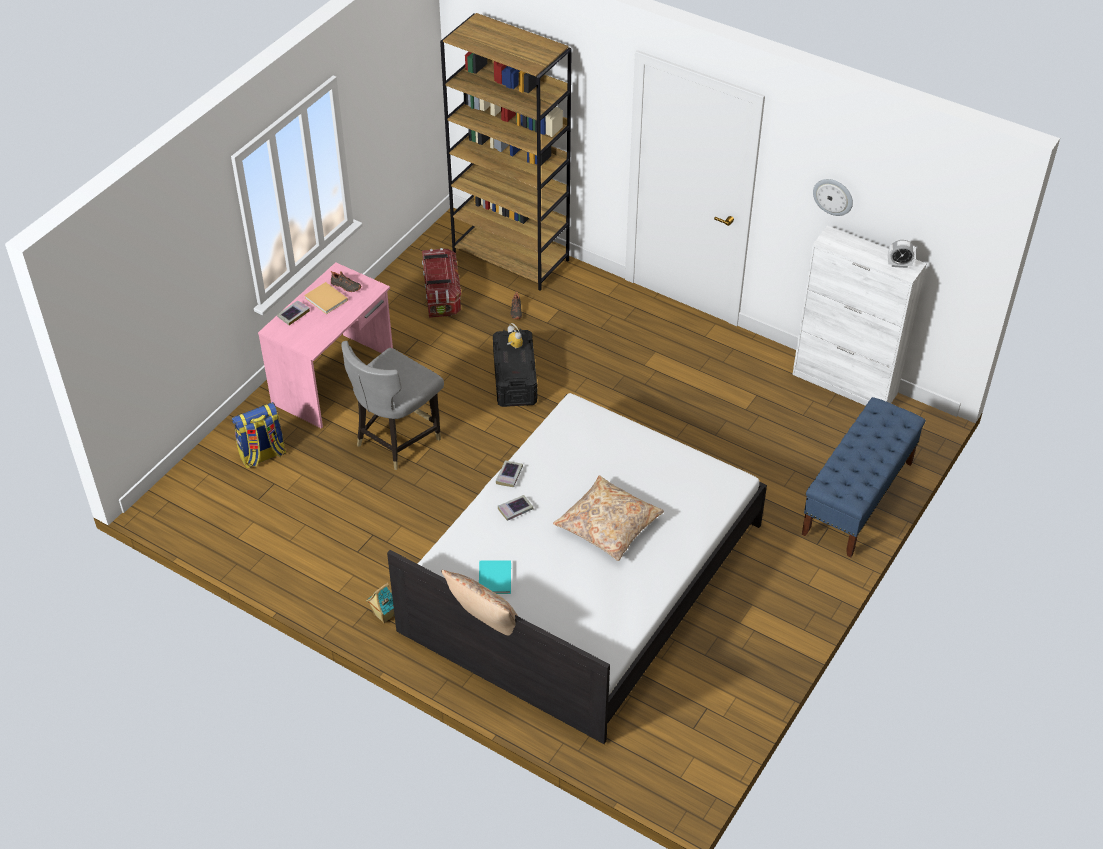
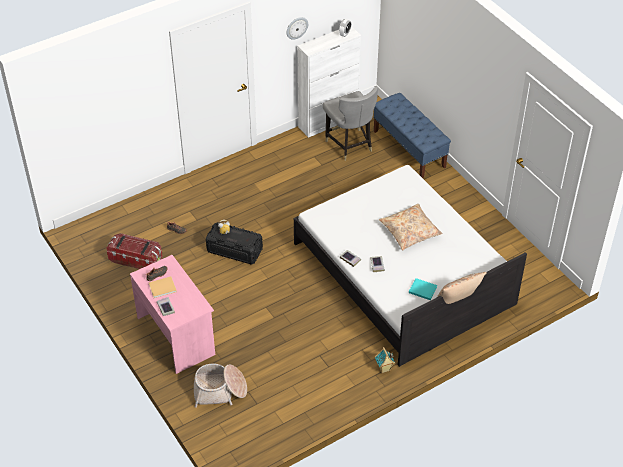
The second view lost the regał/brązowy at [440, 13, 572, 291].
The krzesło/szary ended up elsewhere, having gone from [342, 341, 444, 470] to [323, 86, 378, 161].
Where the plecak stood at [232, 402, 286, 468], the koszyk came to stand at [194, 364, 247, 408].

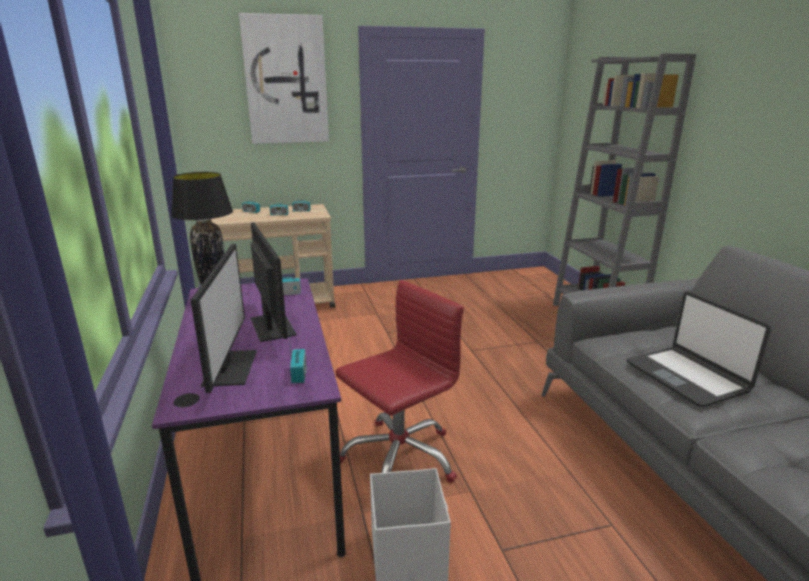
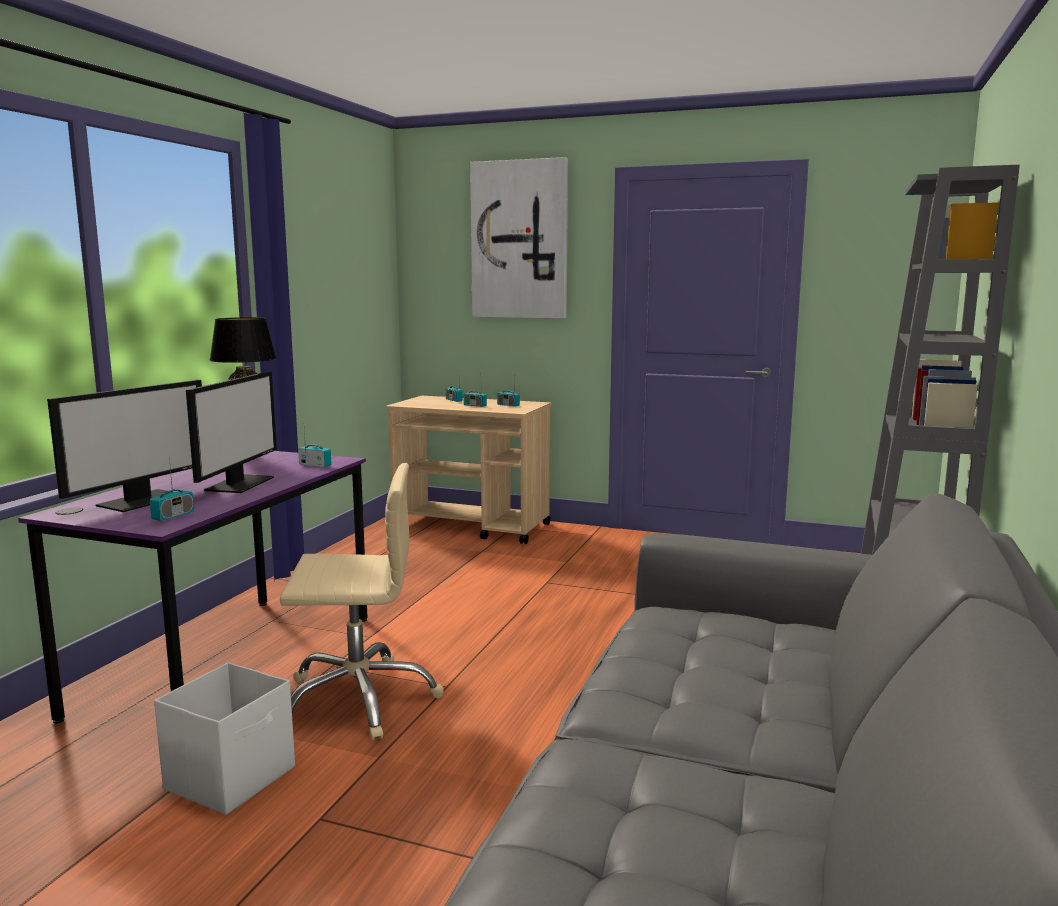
What was the krzesło biurowe/czerwony at [335, 280, 464, 483] turned into the krzesło biurowe/beżowy at [280, 463, 443, 741].
The second view lost the laptop at [627, 292, 771, 407].

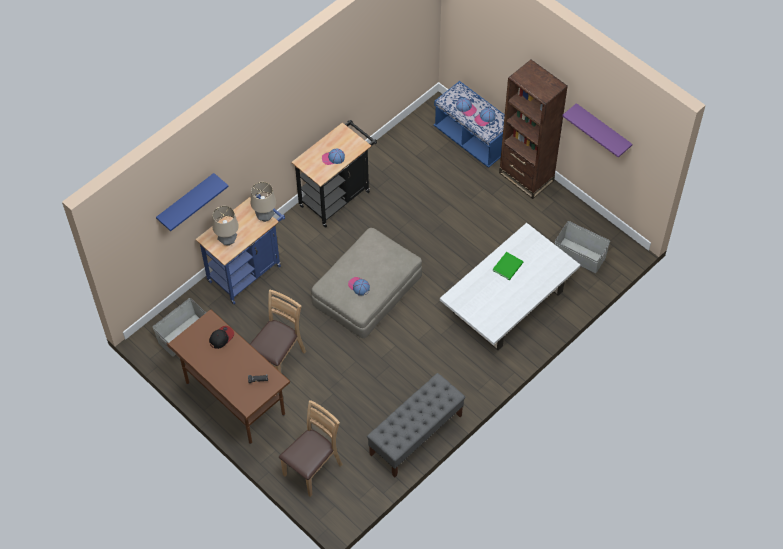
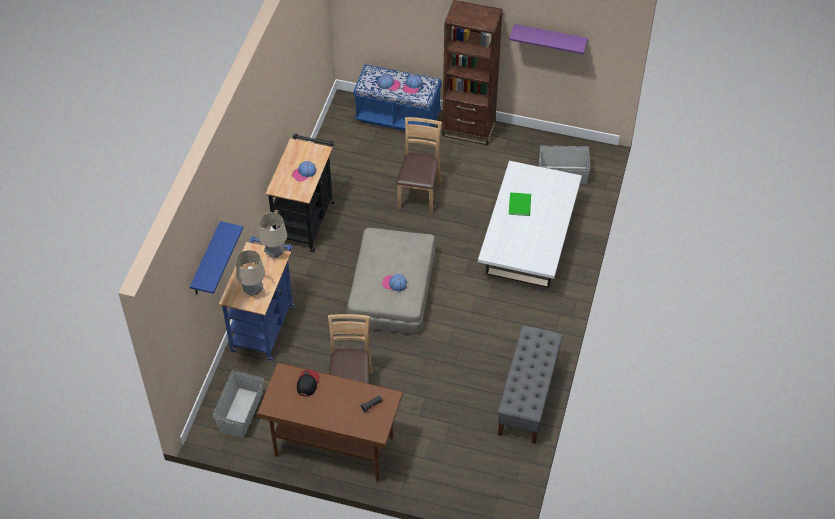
The krzesło/brązowy ended up elsewhere, having gone from [279, 400, 343, 497] to [396, 117, 442, 214].

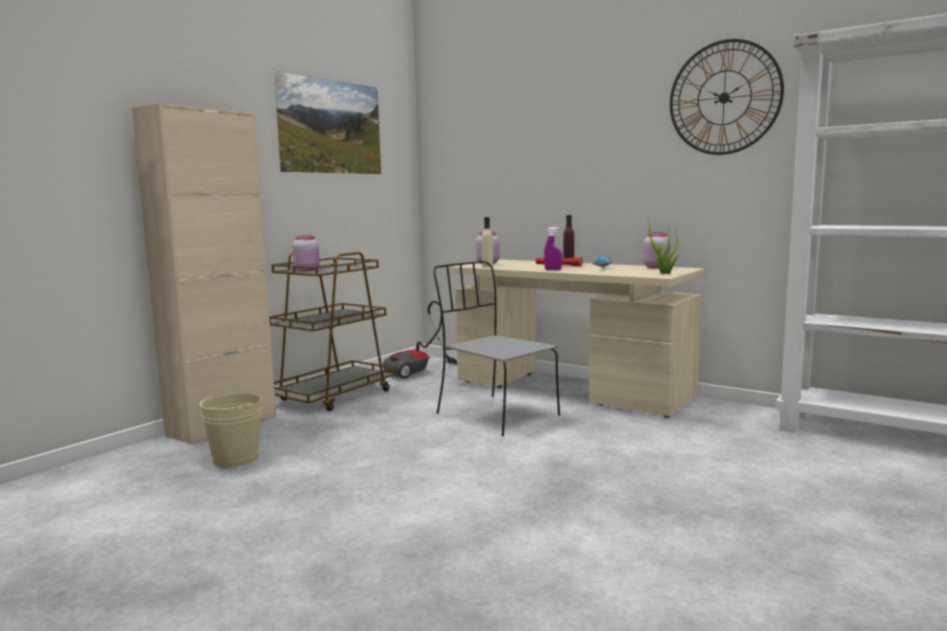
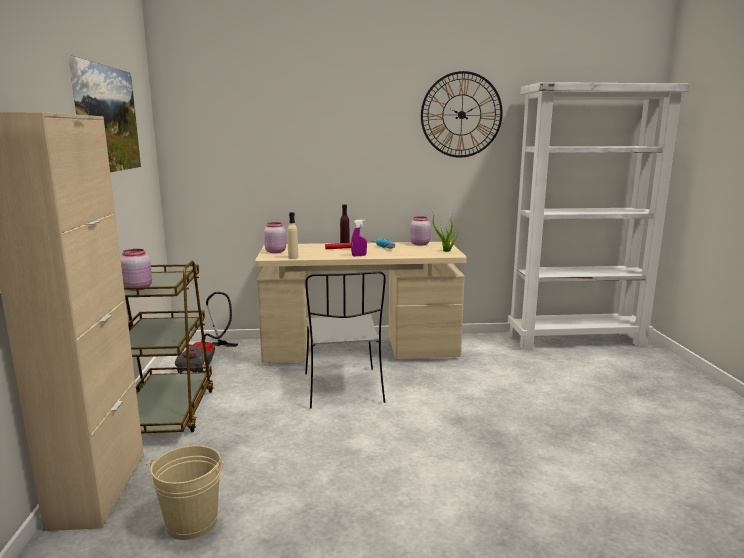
The krzesło/szary at [434, 261, 560, 436] ended up facing another way, 105 degrees counterclockwise from before.

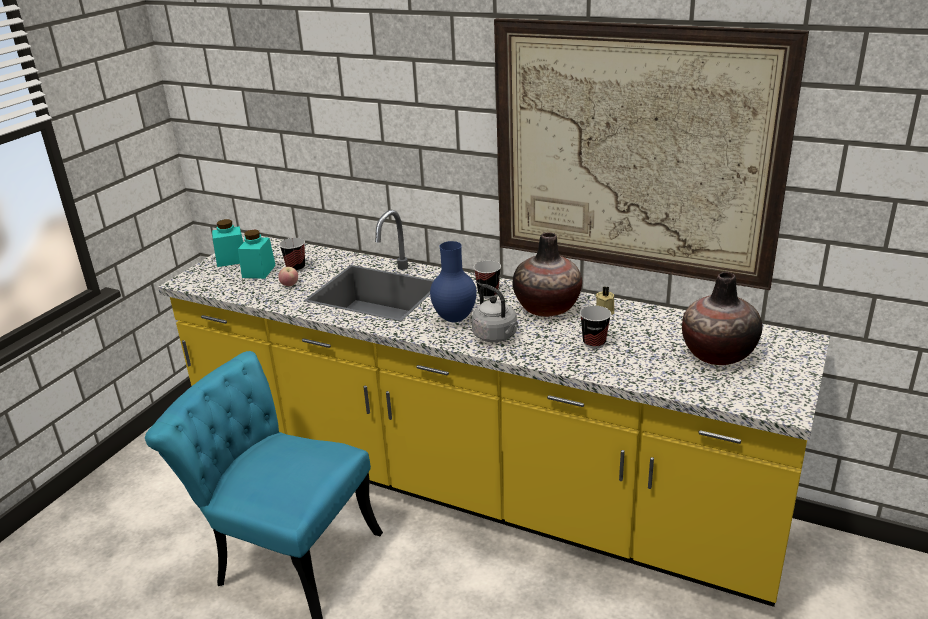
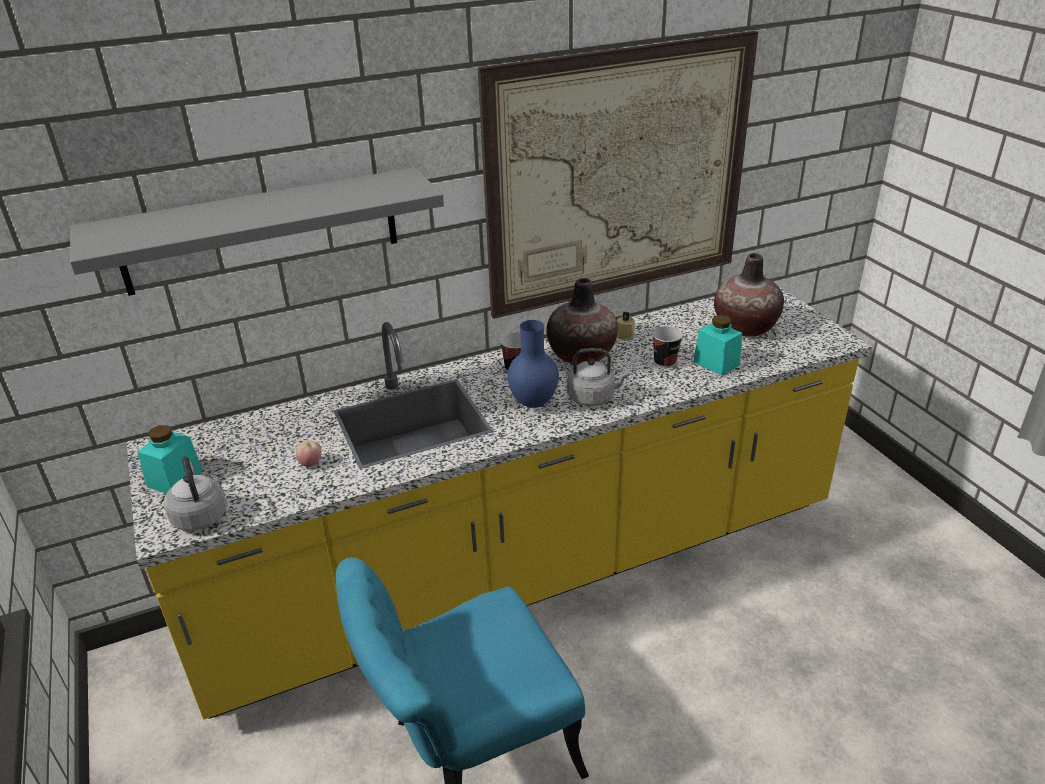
The słoik/turkusowy ended up elsewhere, having gone from [238, 230, 276, 279] to [694, 315, 742, 376].
The second view lost the filiżanka at [279, 238, 305, 272].
The second view gained the półka/szary at [70, 167, 444, 296].
The second view gained the czajnik/szary at [164, 456, 227, 531].

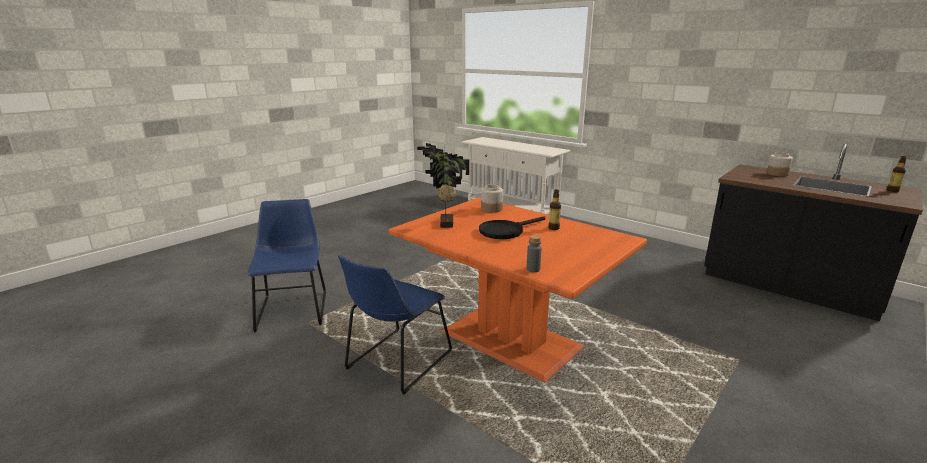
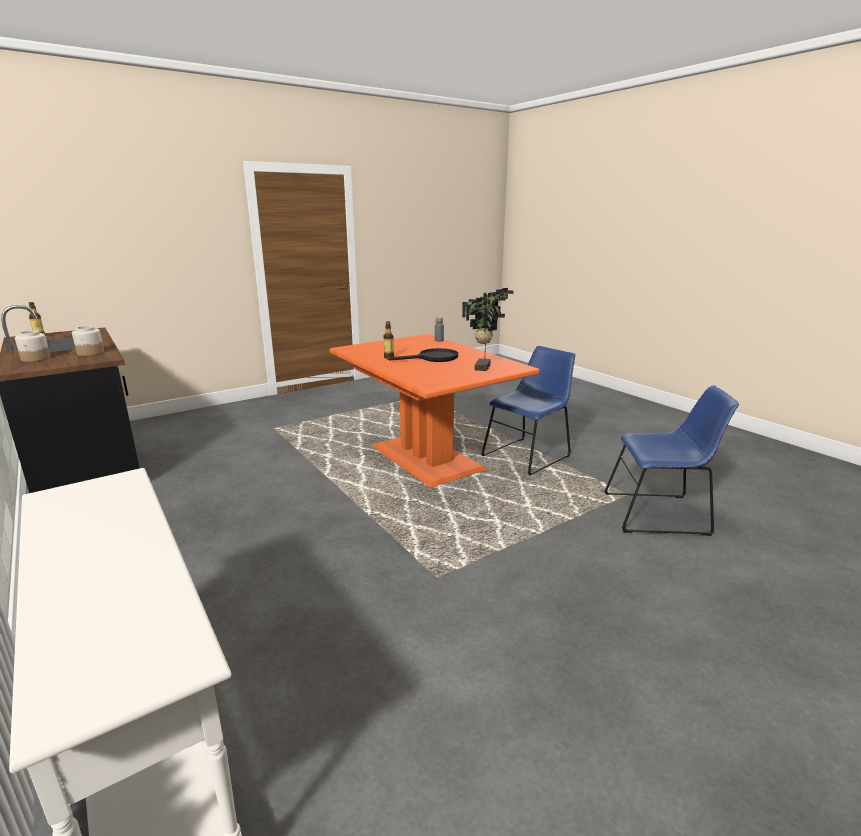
The słoik ended up elsewhere, having gone from [481, 184, 503, 213] to [72, 326, 104, 356].
The krzesło/niebieski at [248, 199, 326, 332] ended up facing another way, 90 degrees counterclockwise from before.

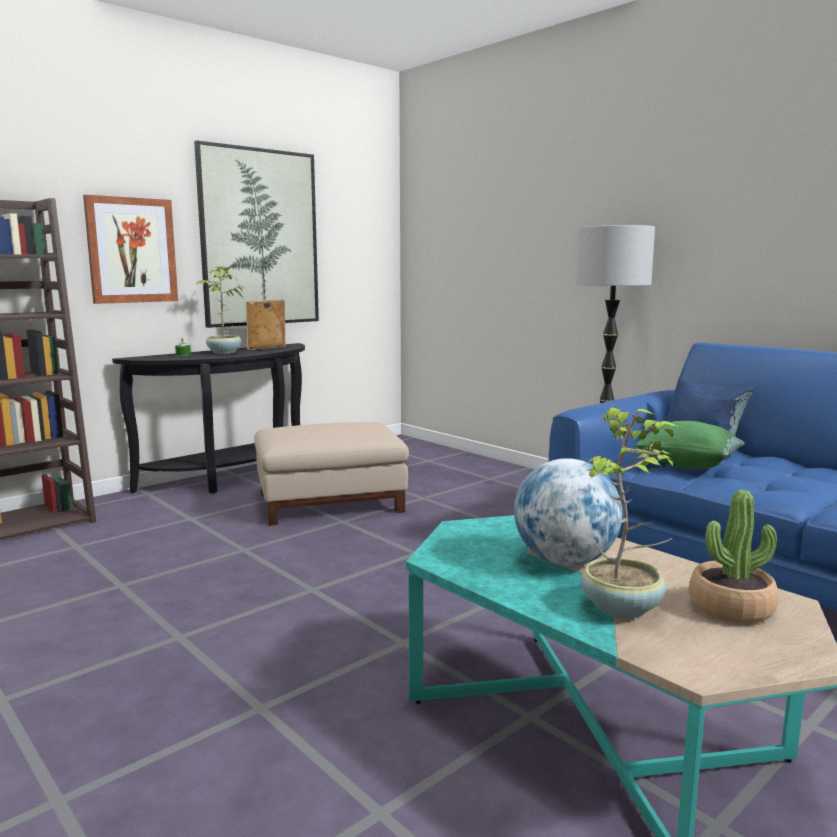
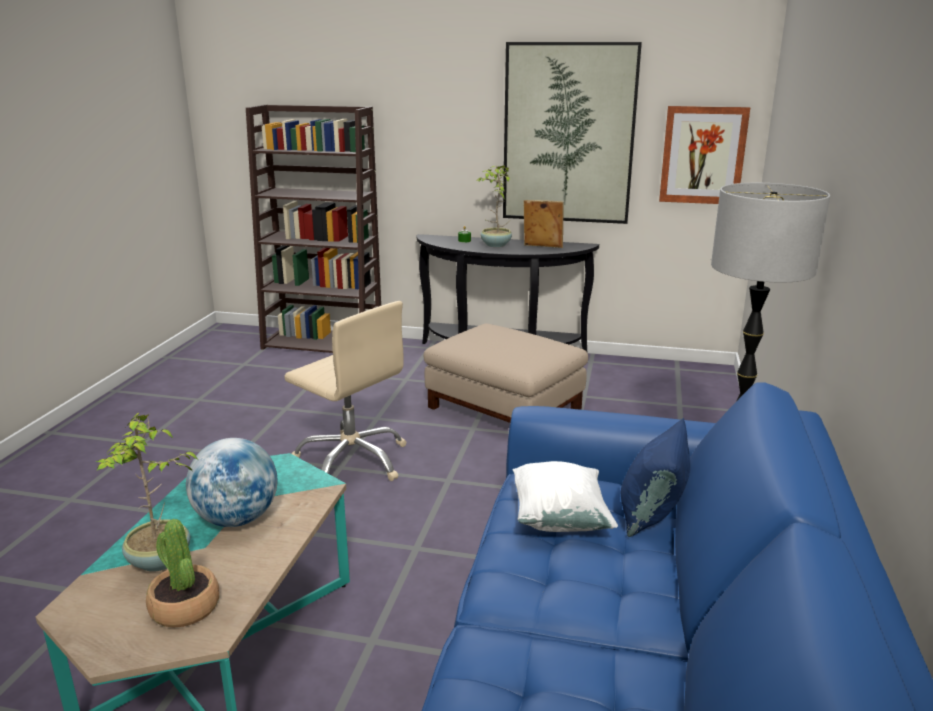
The obraz ended up elsewhere, having gone from [83, 195, 178, 304] to [659, 106, 750, 204].
What was the poduszka/zielony at [635, 421, 745, 469] turned into the poduszka/biały at [513, 461, 618, 532].
The second view gained the krzesło biurowe/beżowy at [284, 301, 406, 481].

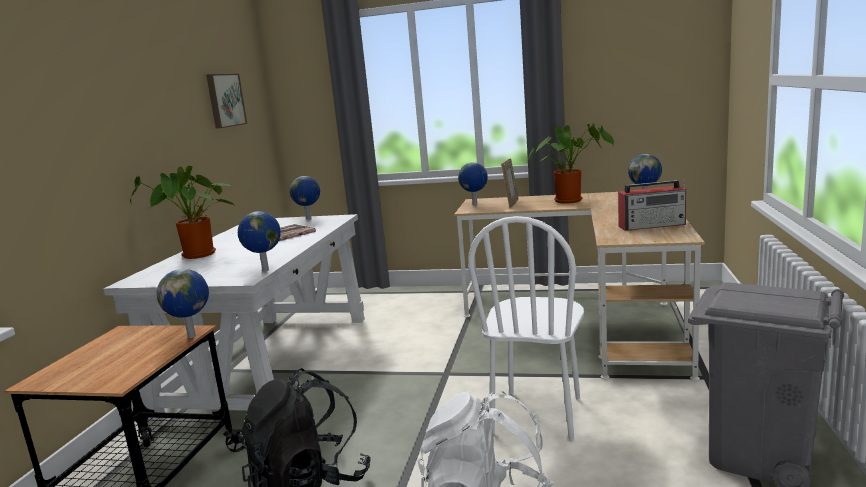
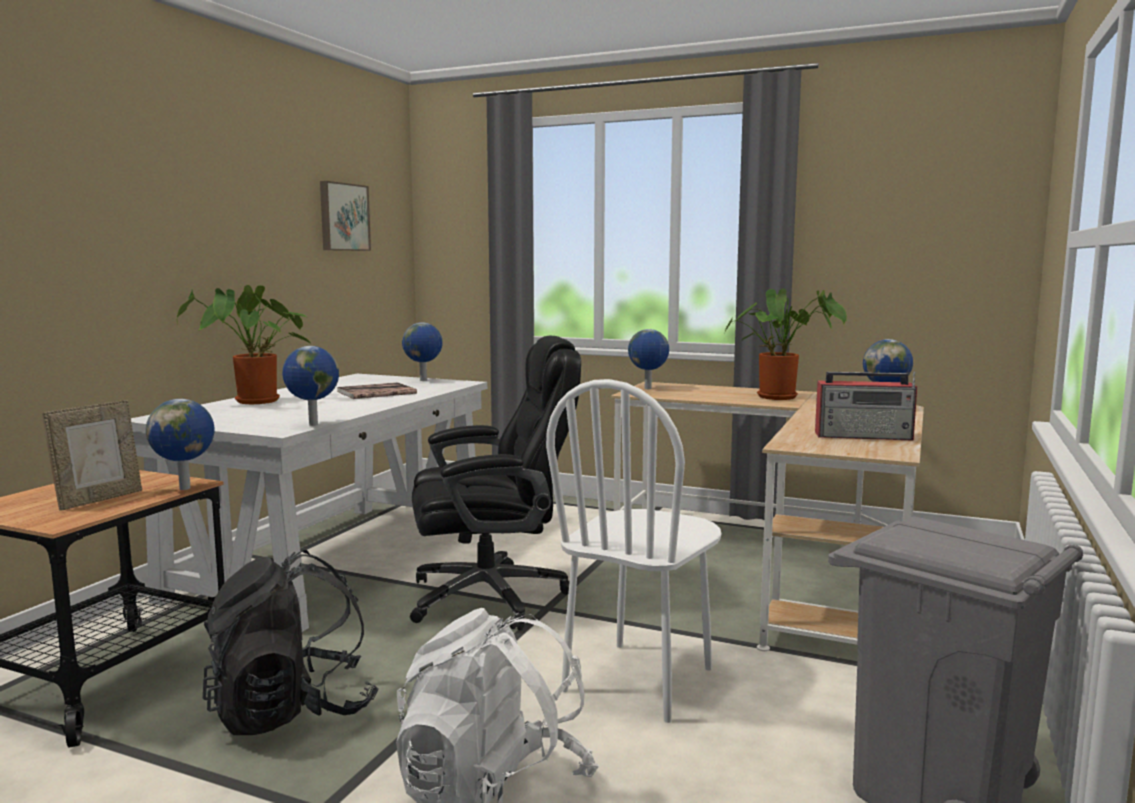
The ramka na zdjęcie ended up elsewhere, having gone from [501, 158, 519, 208] to [42, 400, 142, 511].
The second view gained the krzesło biurowe/czarny at [410, 336, 581, 630].

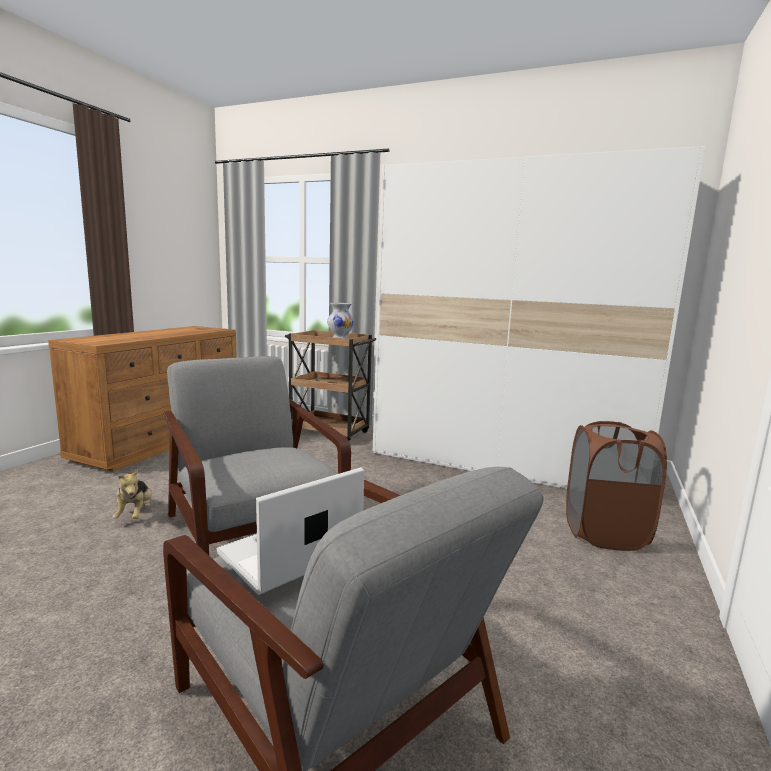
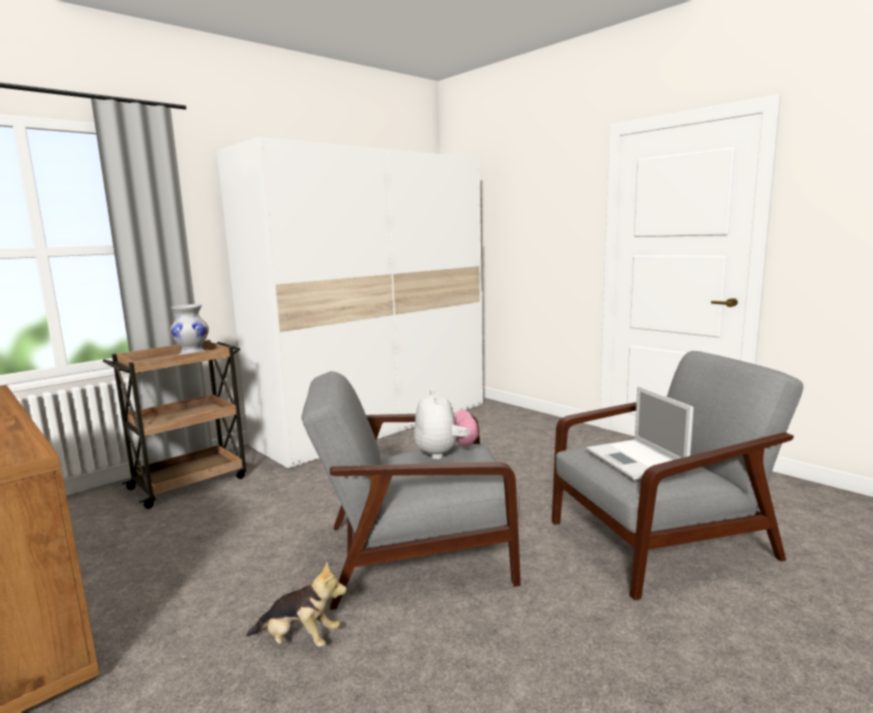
The second view lost the kosz na pranie/brązowy at [566, 421, 667, 551].
The second view gained the pluszak at [414, 389, 478, 460].

